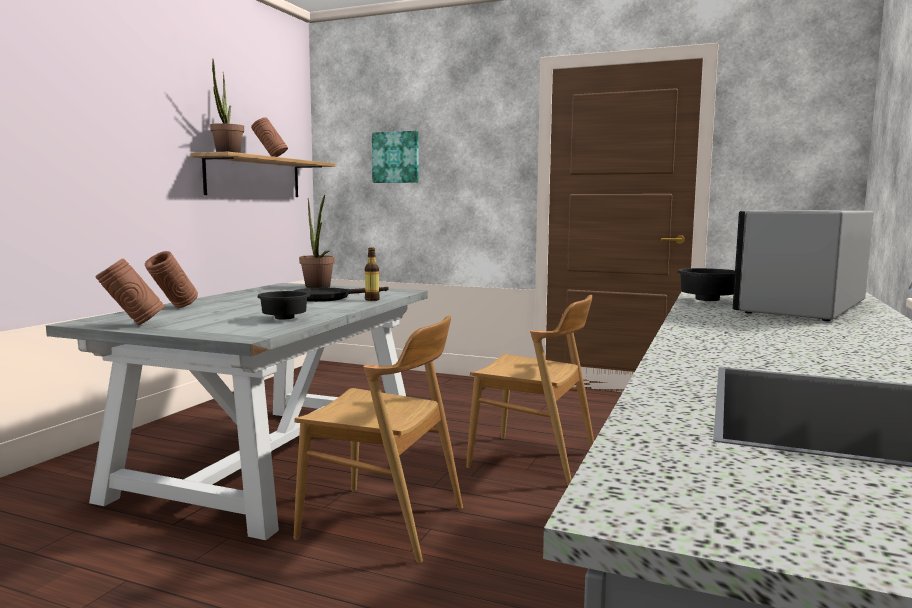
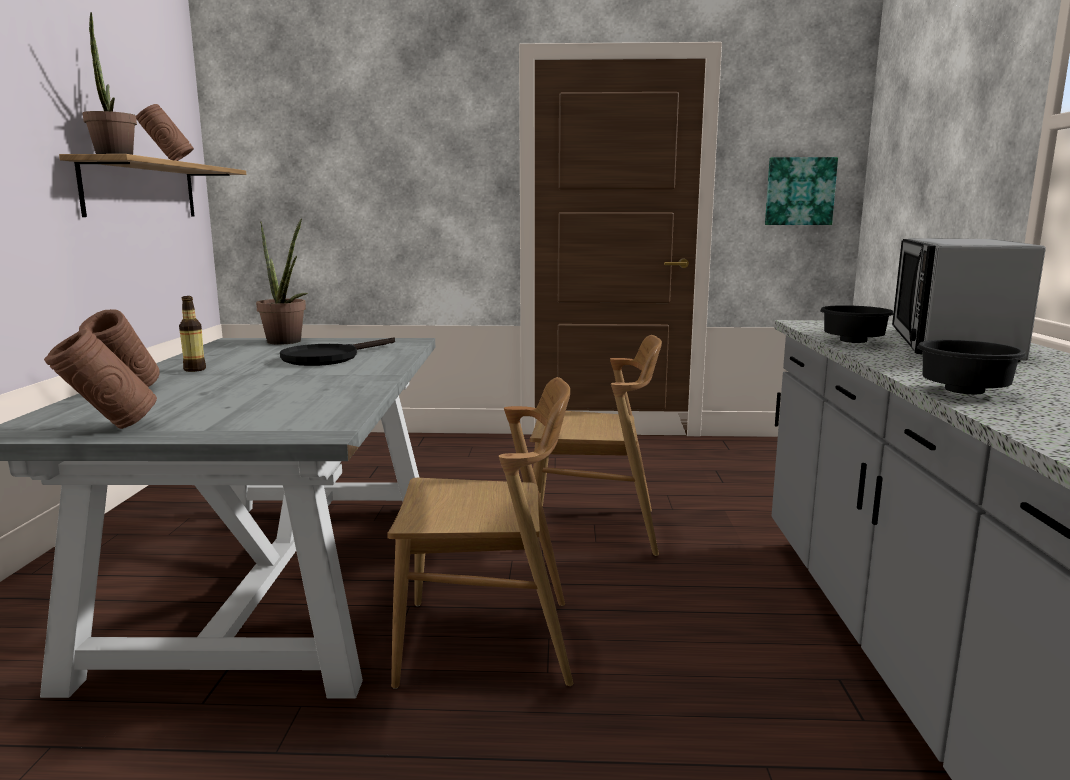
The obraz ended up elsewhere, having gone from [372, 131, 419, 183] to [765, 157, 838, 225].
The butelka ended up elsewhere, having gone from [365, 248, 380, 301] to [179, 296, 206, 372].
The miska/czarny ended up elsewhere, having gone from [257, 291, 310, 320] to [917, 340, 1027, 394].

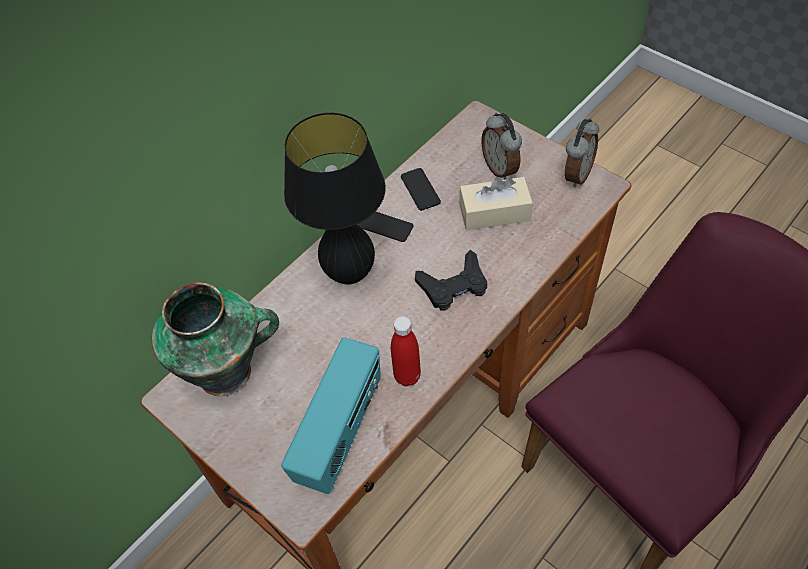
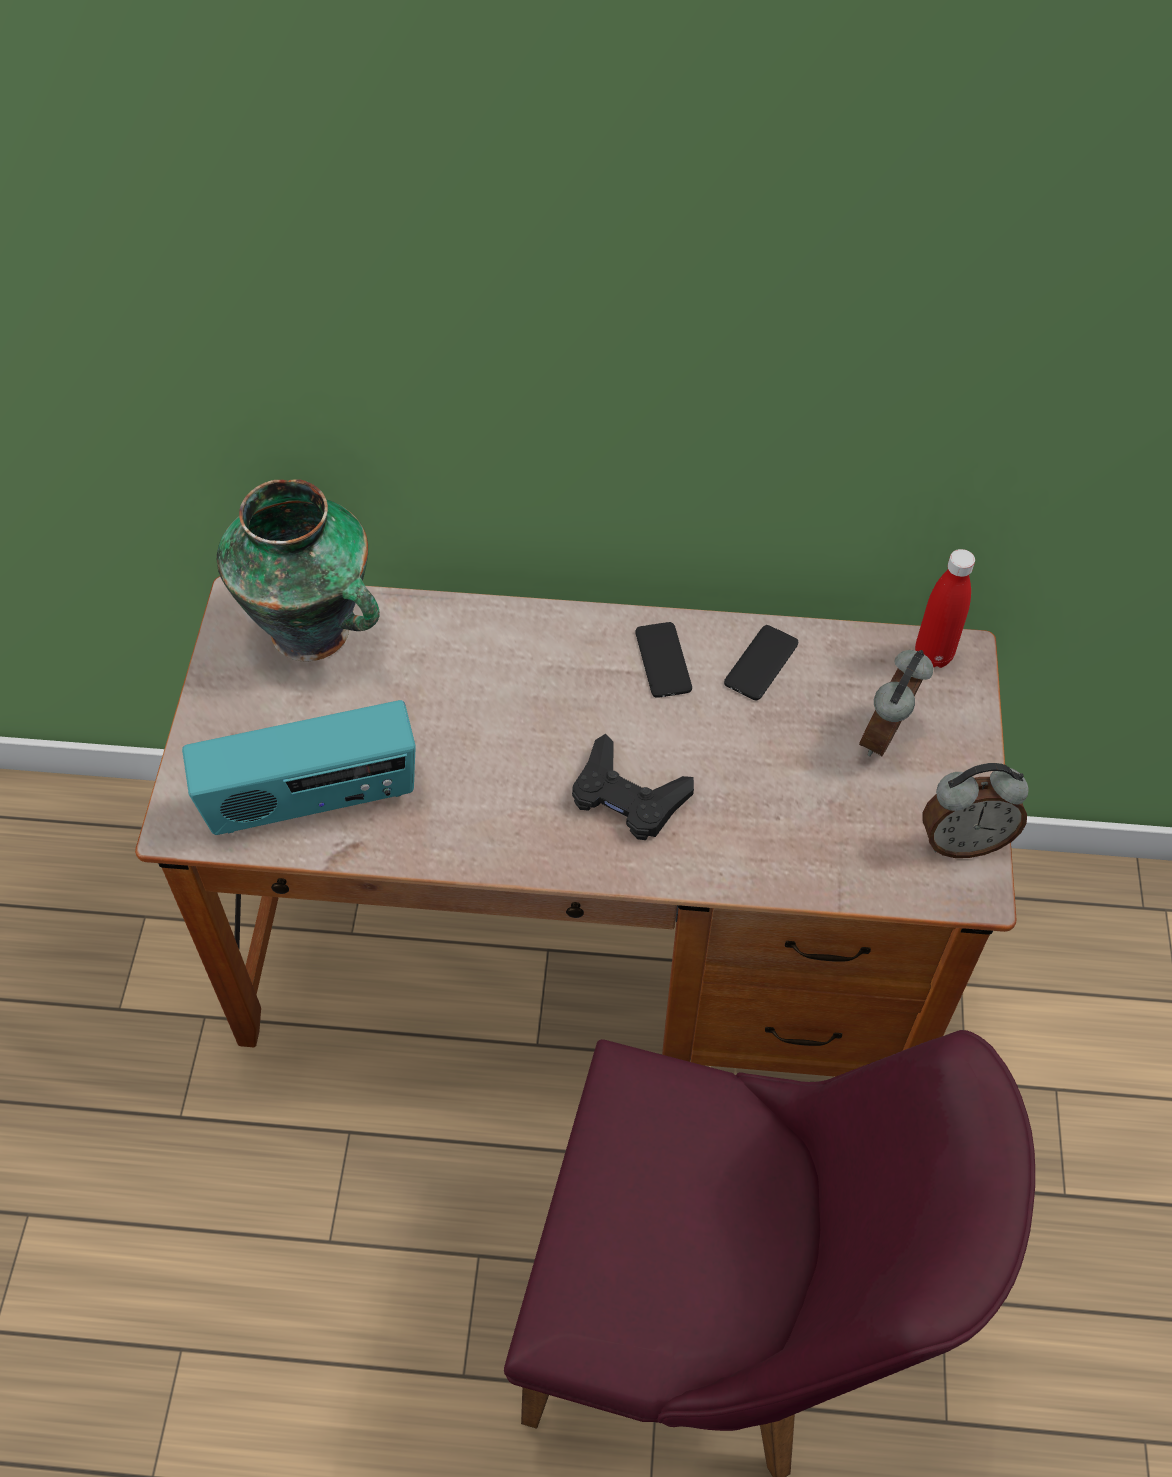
The second view lost the lampa stołowa/czarny at [284, 113, 386, 284].
The second view lost the pudełko chusteczek/beżowy at [459, 177, 533, 231].
The butelka/czerwony ended up elsewhere, having gone from [391, 316, 421, 386] to [915, 549, 975, 668].

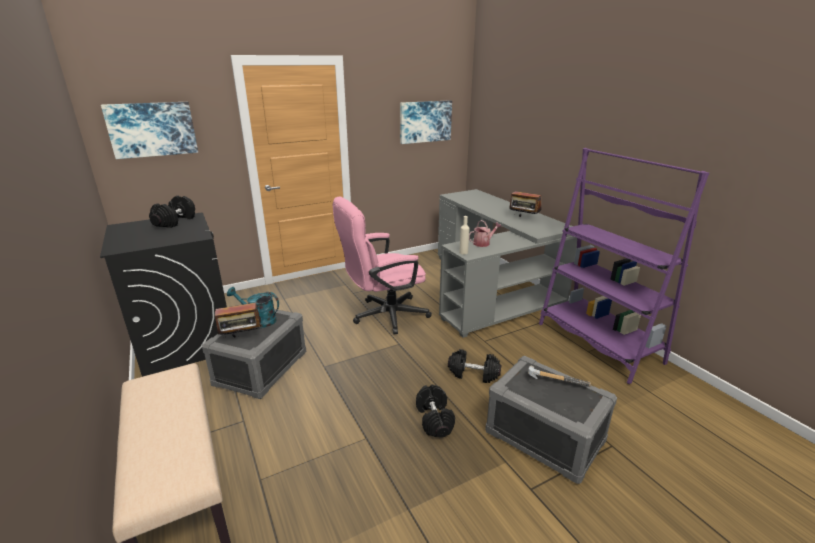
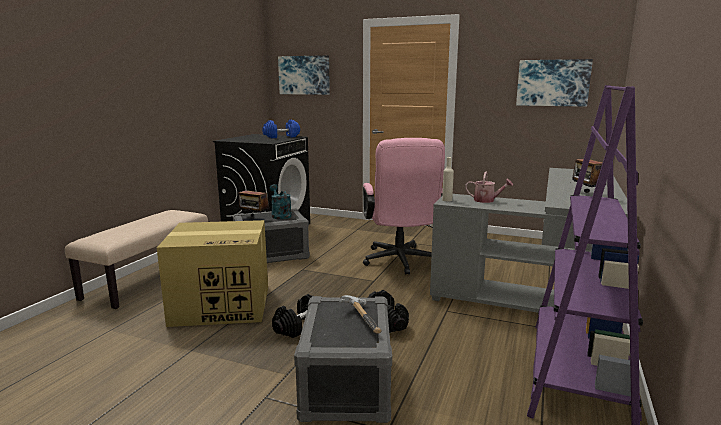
What was the hantel/czarny at [149, 196, 195, 228] turned into the hantel/niebieski at [262, 120, 300, 138].
The krzesło biurowe/różowy at [333, 197, 432, 334] ended up facing another way, 120 degrees counterclockwise from before.
The second view gained the karton at [157, 220, 268, 327].

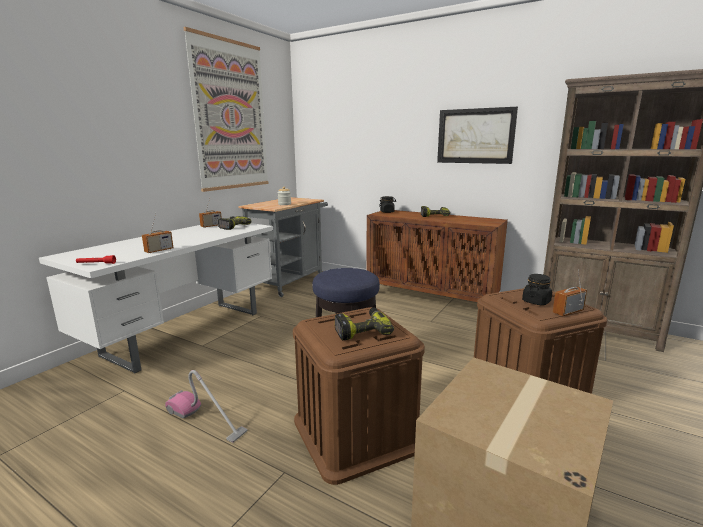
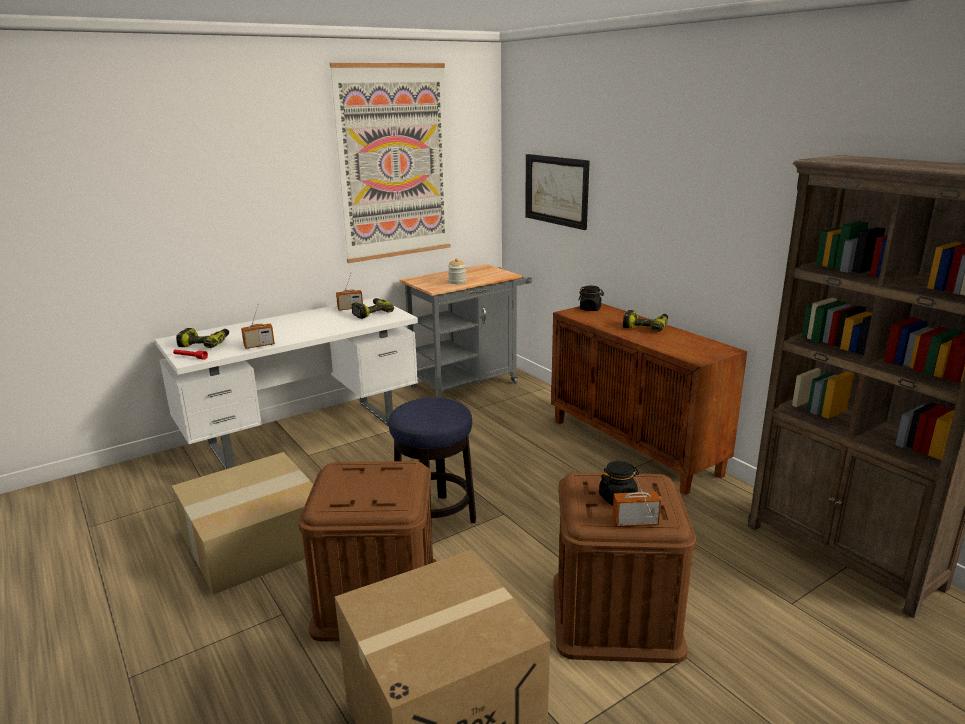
The obraz ended up elsewhere, having gone from [437, 107, 518, 164] to [525, 154, 590, 230].
The wiertarka ended up elsewhere, having gone from [335, 308, 394, 340] to [176, 328, 229, 348].
Where the odkurzacz stood at [165, 370, 247, 443], the karton came to stand at [172, 452, 313, 595].

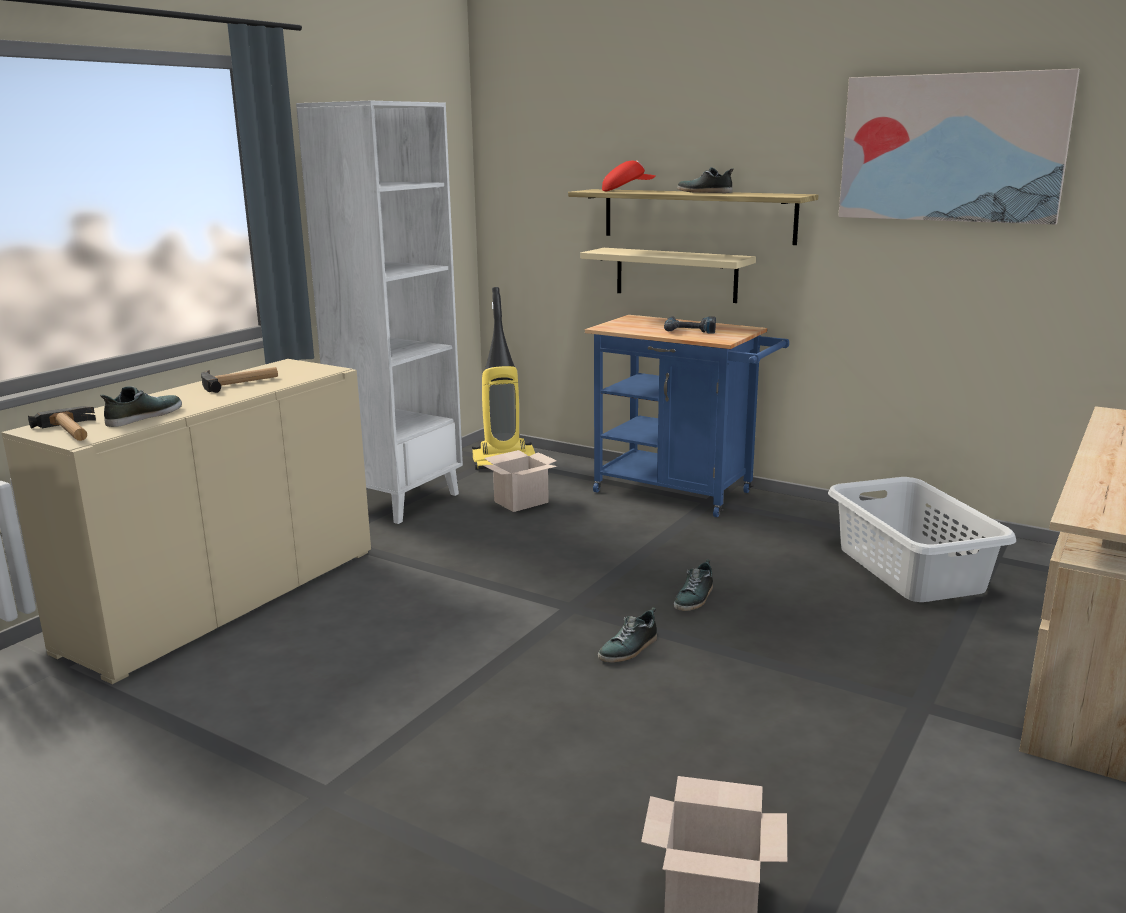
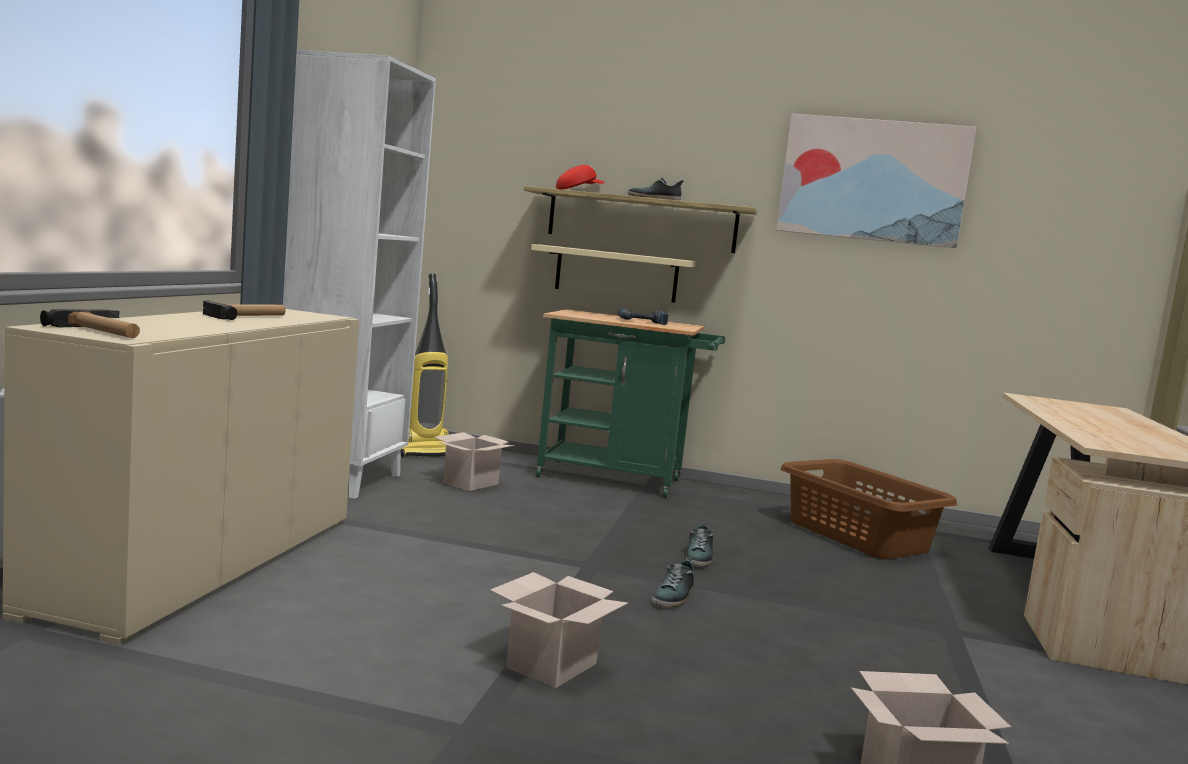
What was the wózek/niebieski at [585, 315, 789, 517] turned into the wózek/zielony at [536, 309, 725, 498].
The second view lost the but at [100, 386, 182, 427].
What was the kosz na pranie/szary at [828, 477, 1016, 602] turned into the kosz na pranie/brązowy at [780, 459, 957, 559].
The second view gained the karton at [490, 572, 628, 688].

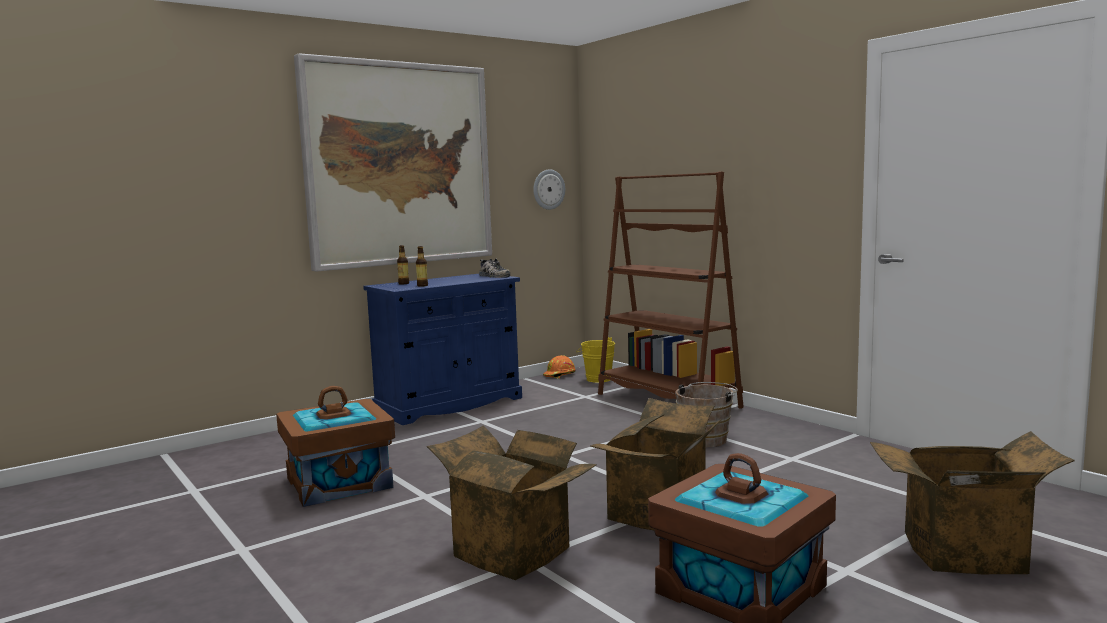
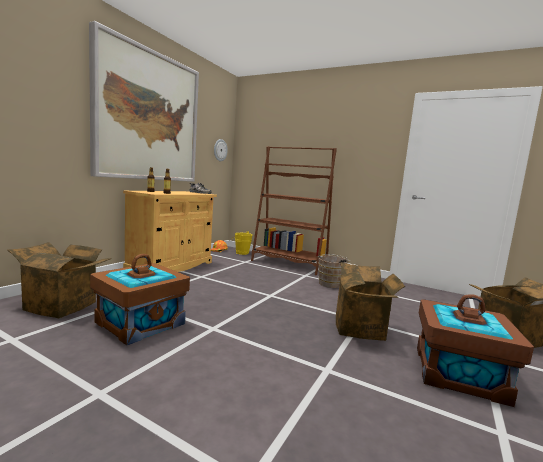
What was the szafka/niebieski at [363, 274, 522, 425] turned into the szafka/beżowy at [123, 191, 217, 272].
The karton ended up elsewhere, having gone from [427, 426, 597, 580] to [7, 242, 111, 318].

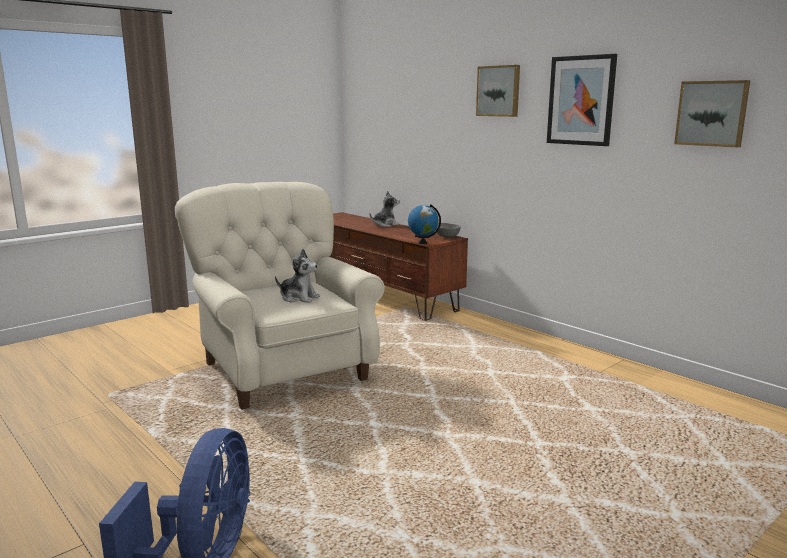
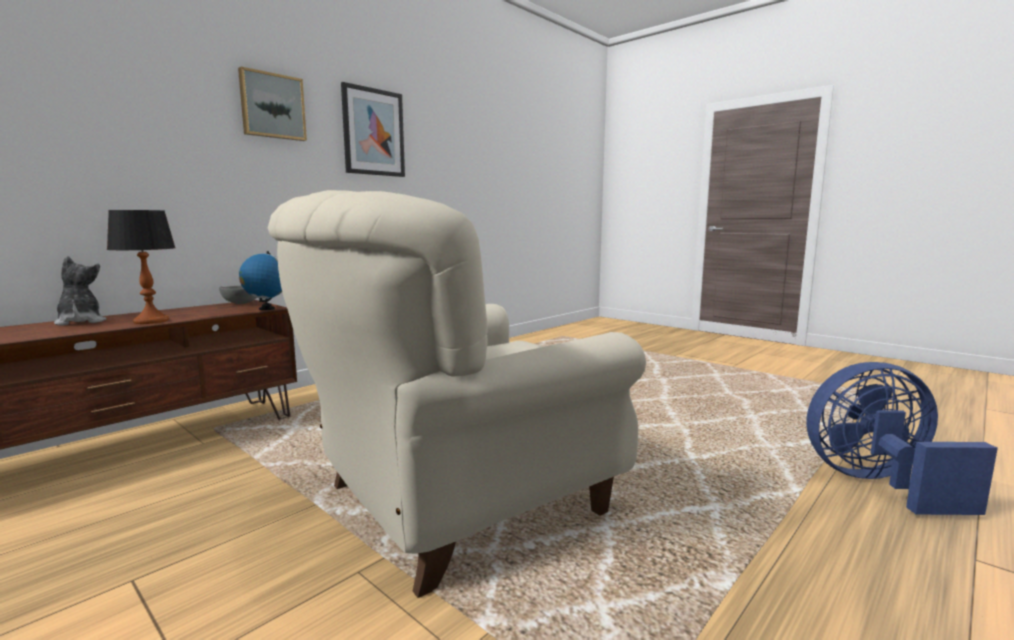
The second view lost the obraz at [674, 80, 750, 147].
The second view lost the pluszak at [275, 249, 320, 303].
The second view gained the lampa stołowa at [107, 210, 176, 324].

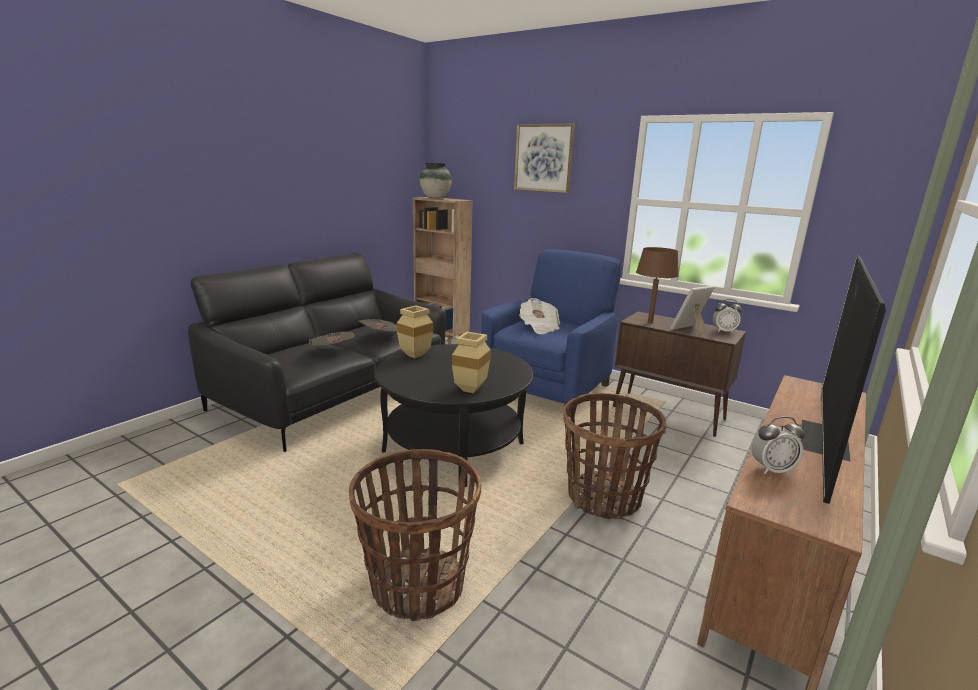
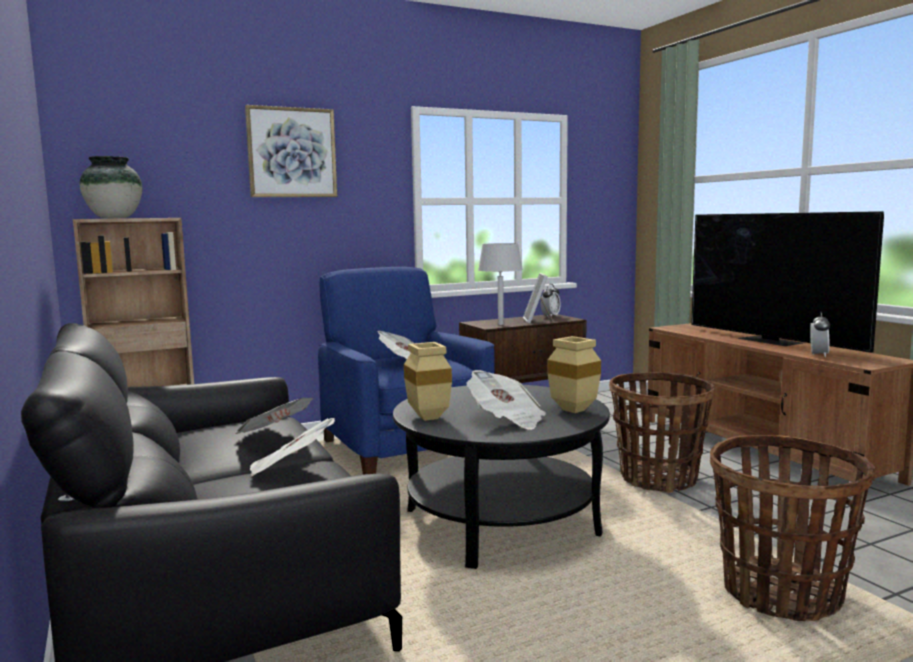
What was the lampa stołowa/brązowy at [636, 247, 679, 323] turned into the lampa stołowa/szary at [478, 243, 523, 325].
The second view gained the gazeta at [466, 370, 546, 430].

